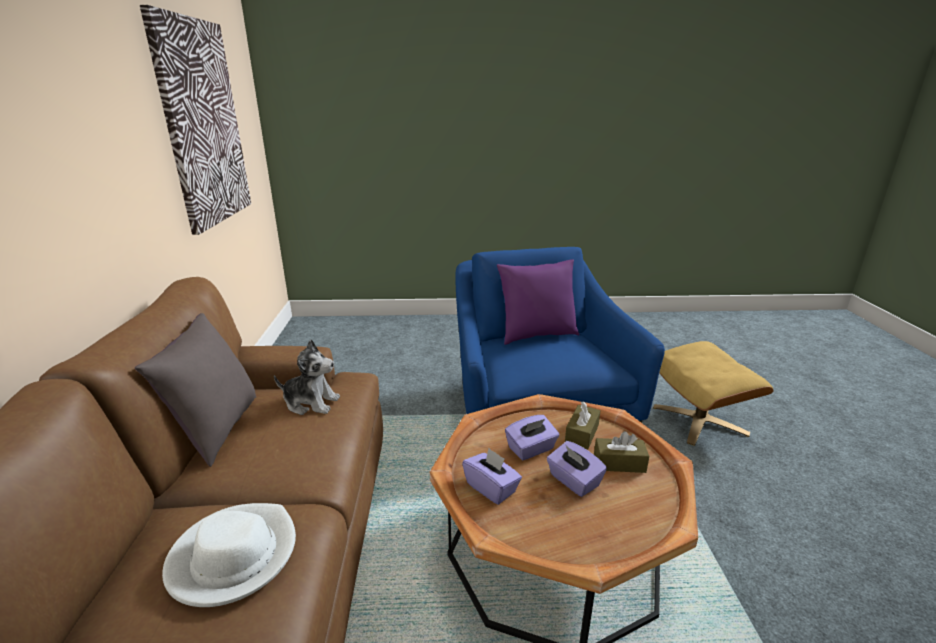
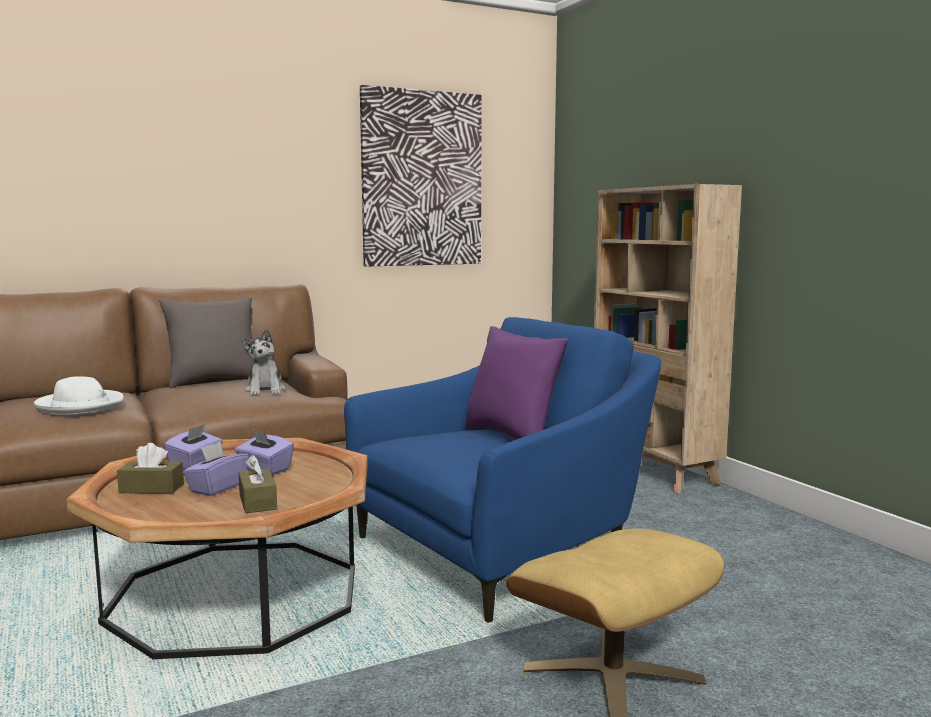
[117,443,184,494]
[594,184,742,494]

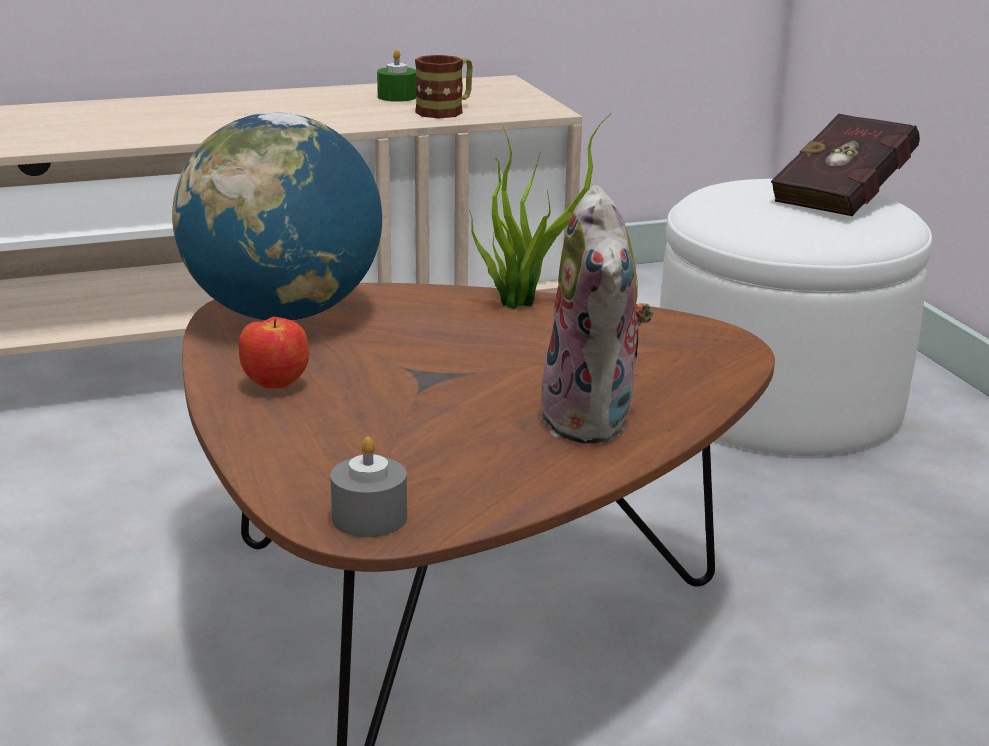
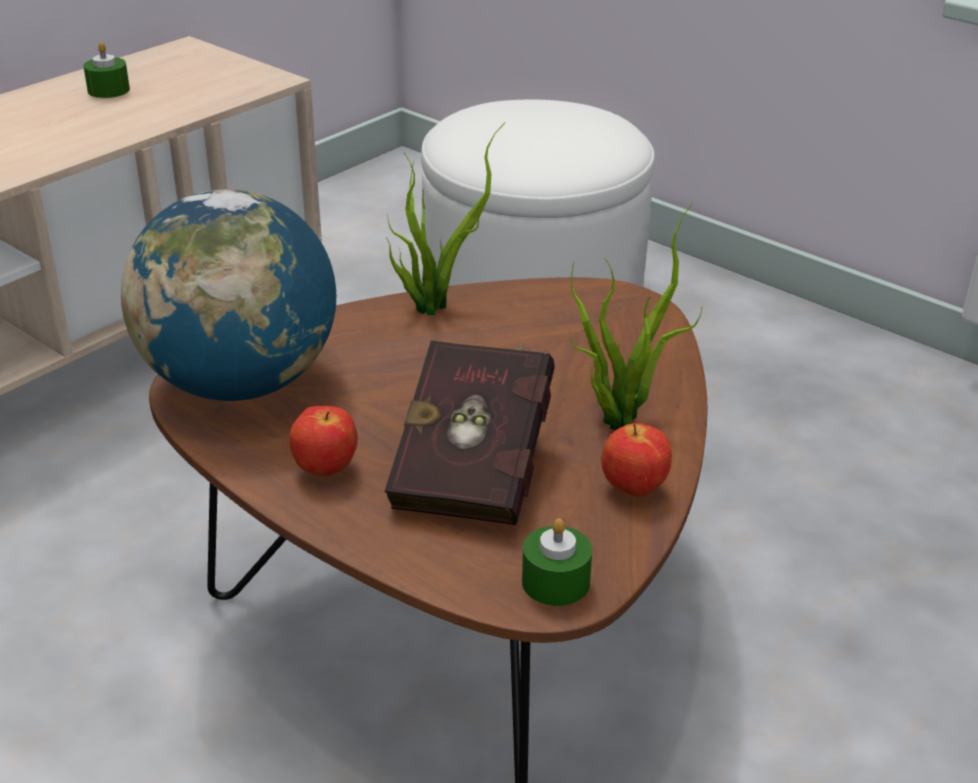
[415,55,473,119] (first image)
[385,340,555,525]
[569,203,703,430]
[522,518,592,606]
[601,423,672,497]

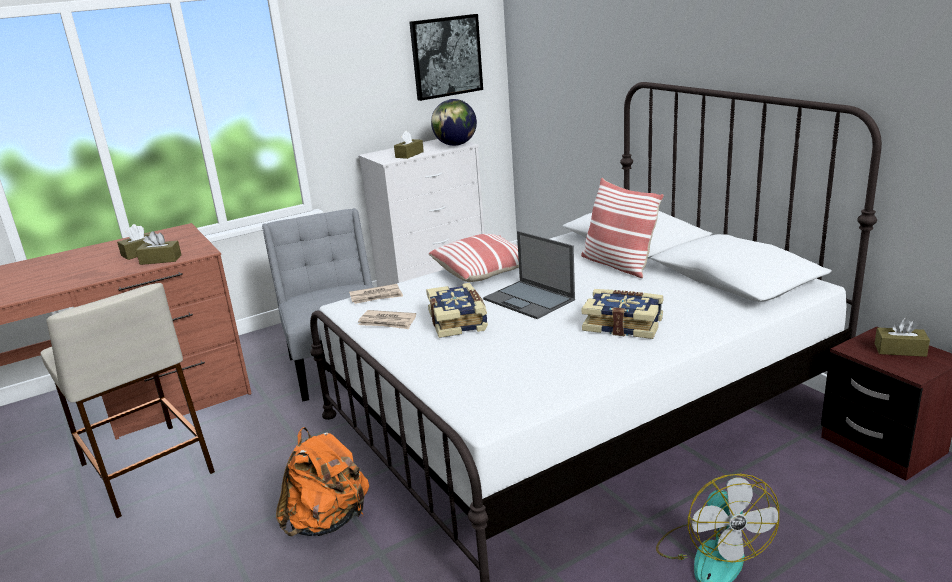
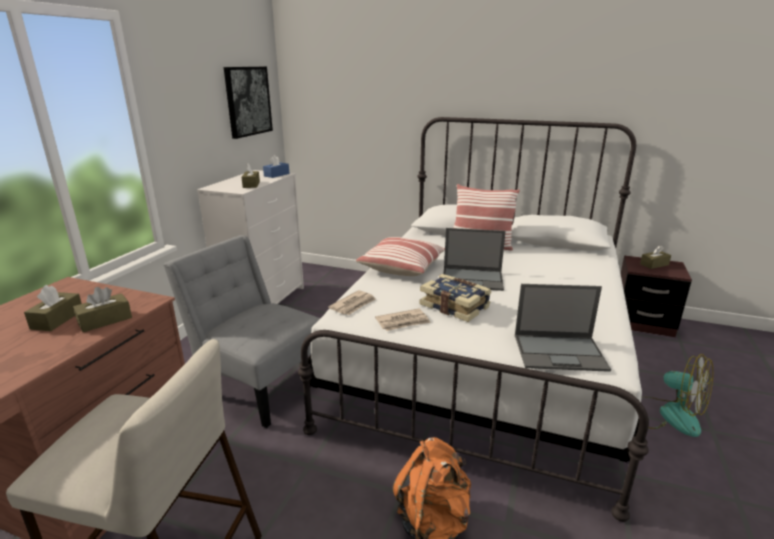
[263,155,290,178]
[582,289,664,339] (first image)
[515,284,611,372]

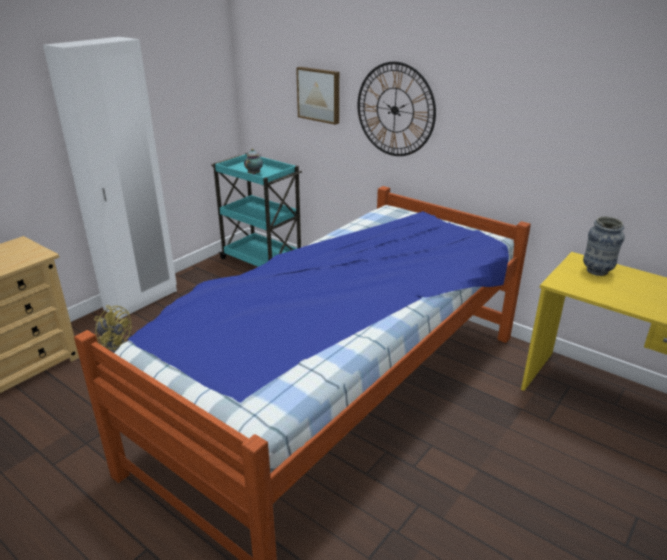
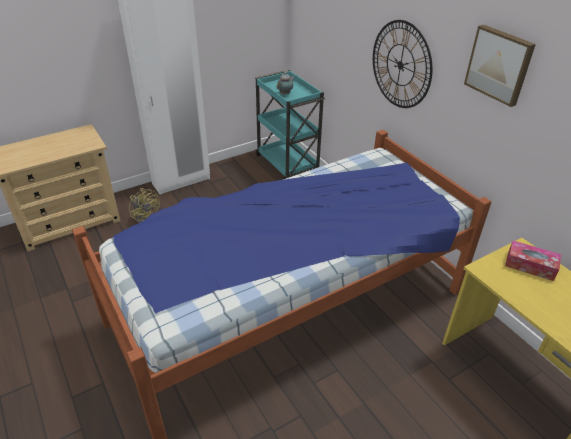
[464,25,536,107]
[505,241,561,281]

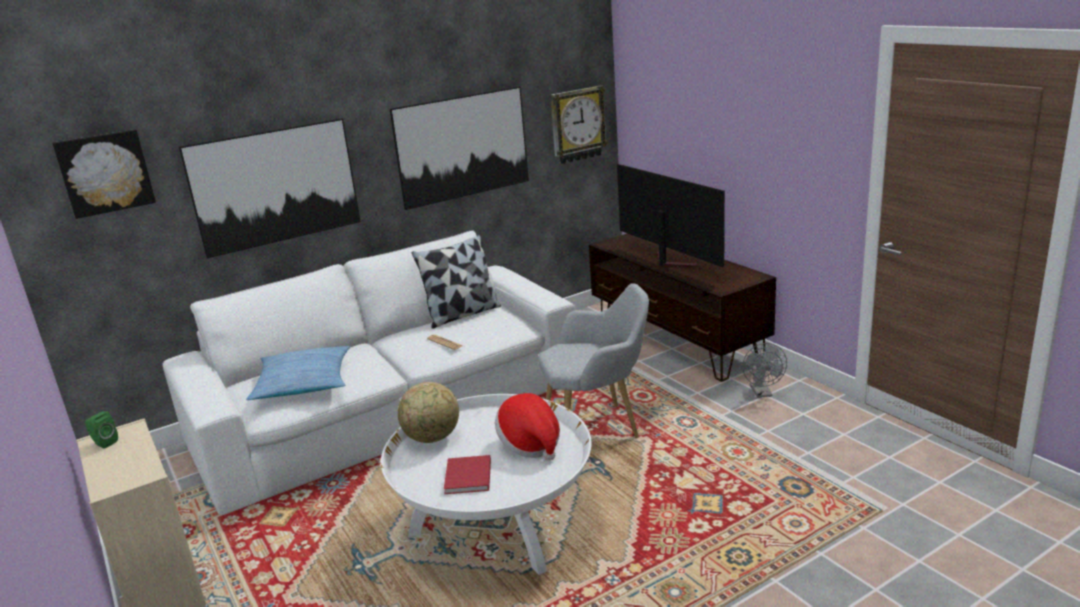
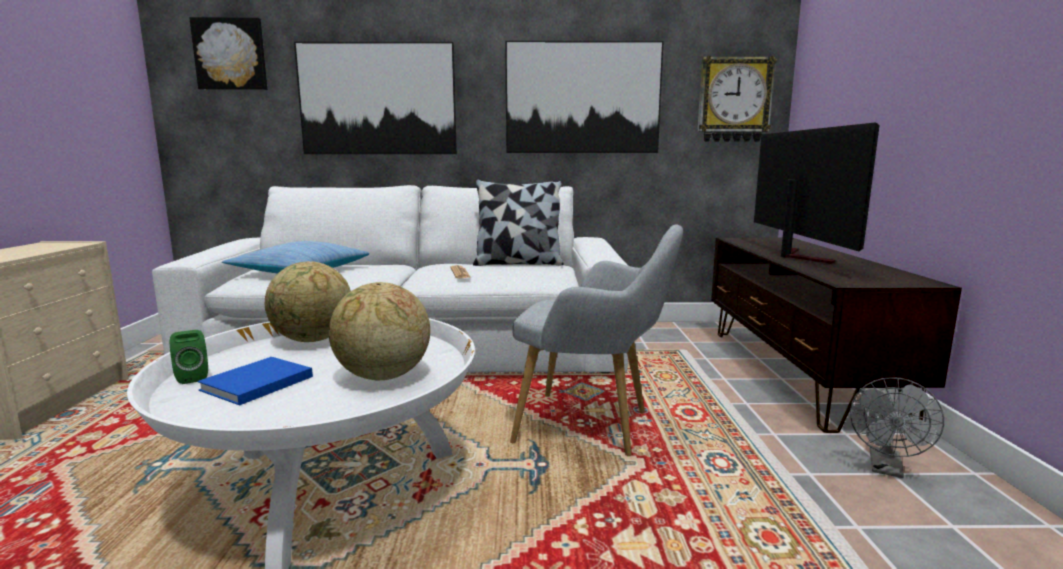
[329,282,430,380]
[170,330,208,384]
[197,357,313,405]

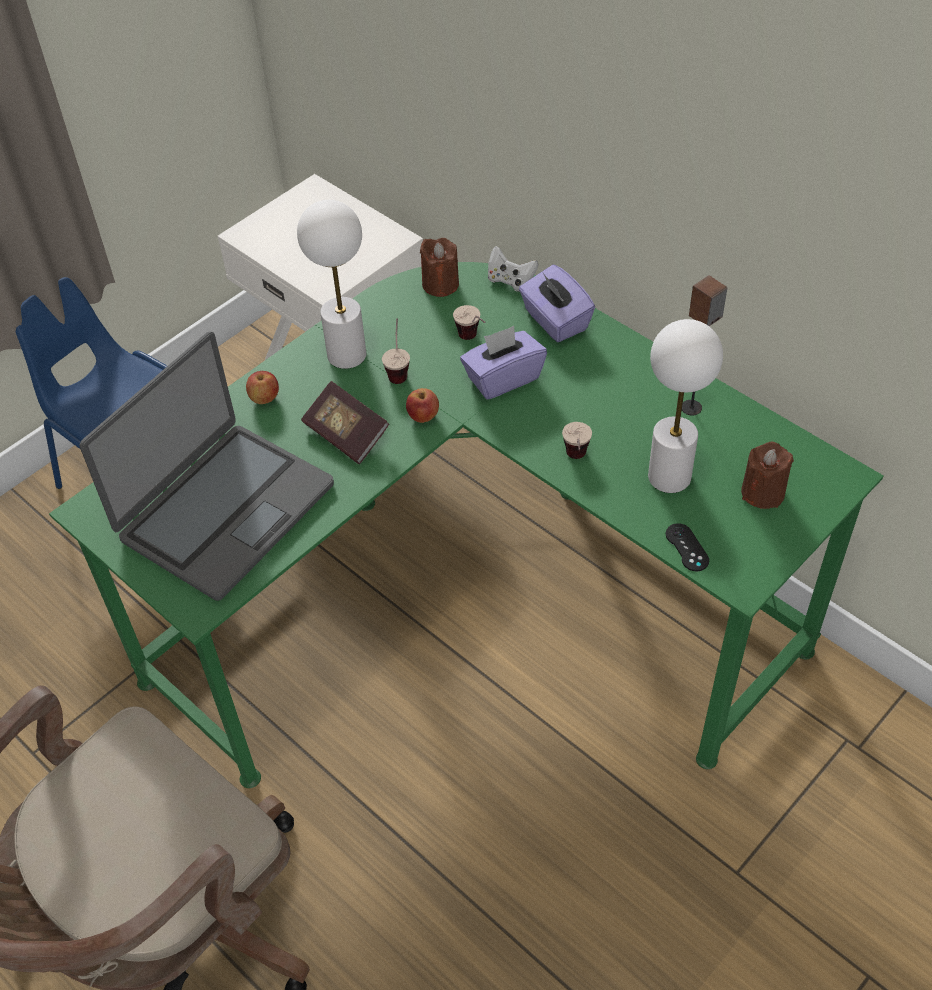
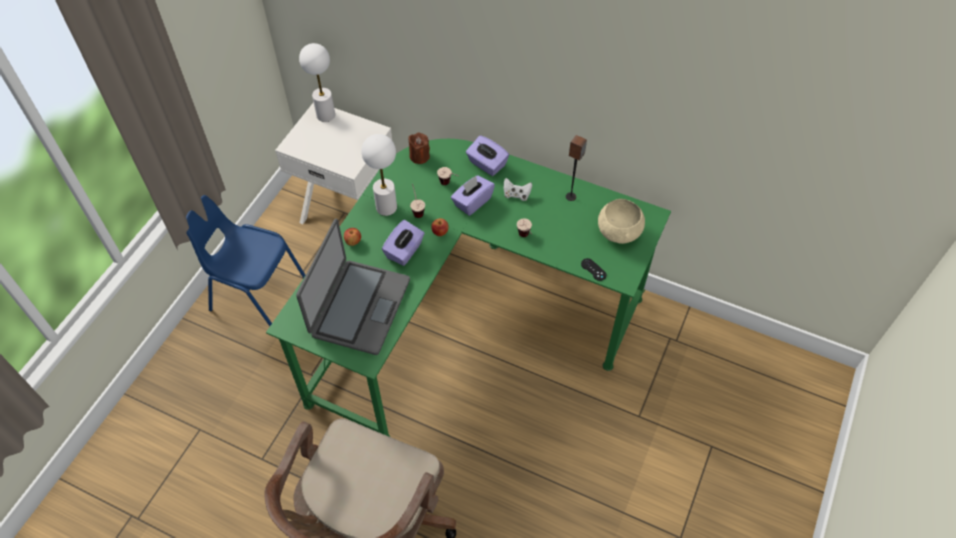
[504,178,532,201]
[299,43,335,122]
[382,220,425,266]
[598,199,645,244]

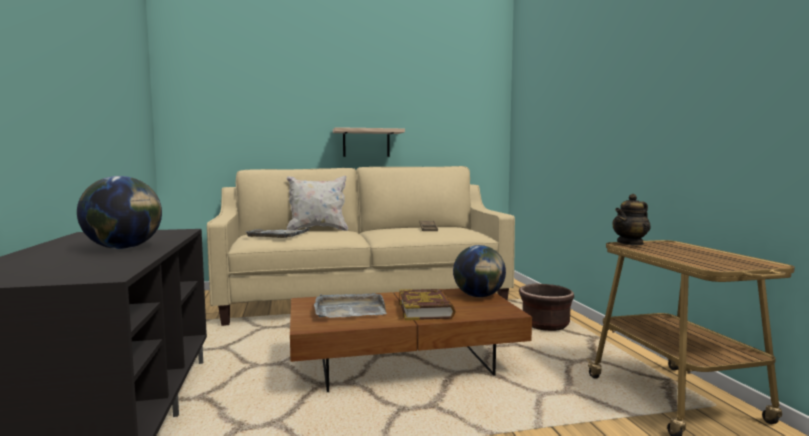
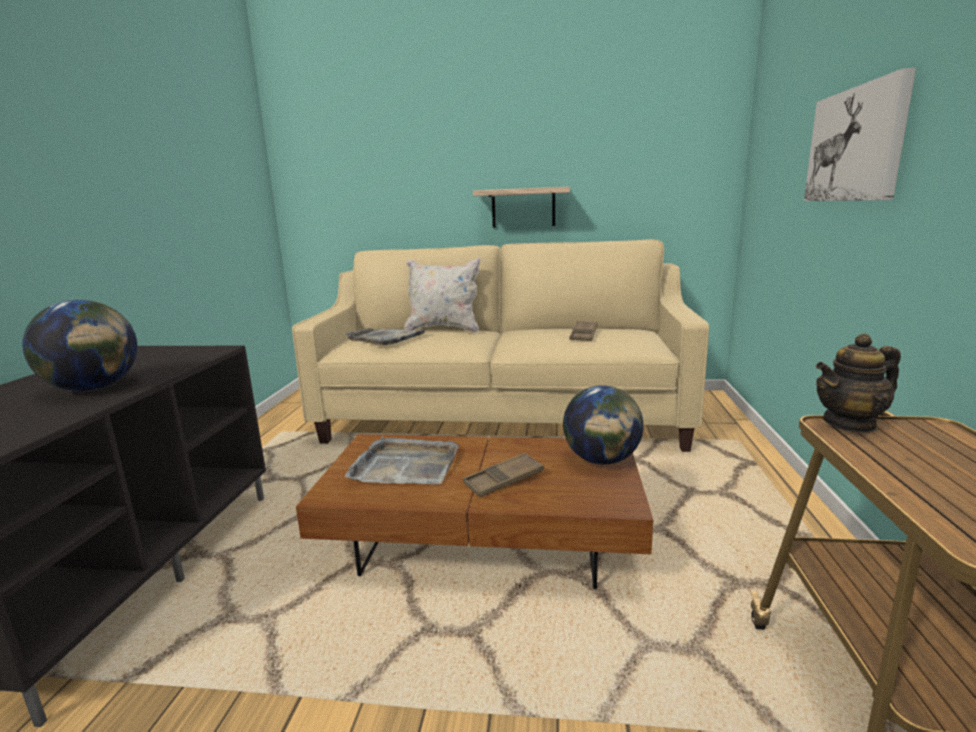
[519,284,574,331] (first image)
[463,453,544,497]
[804,68,916,201]

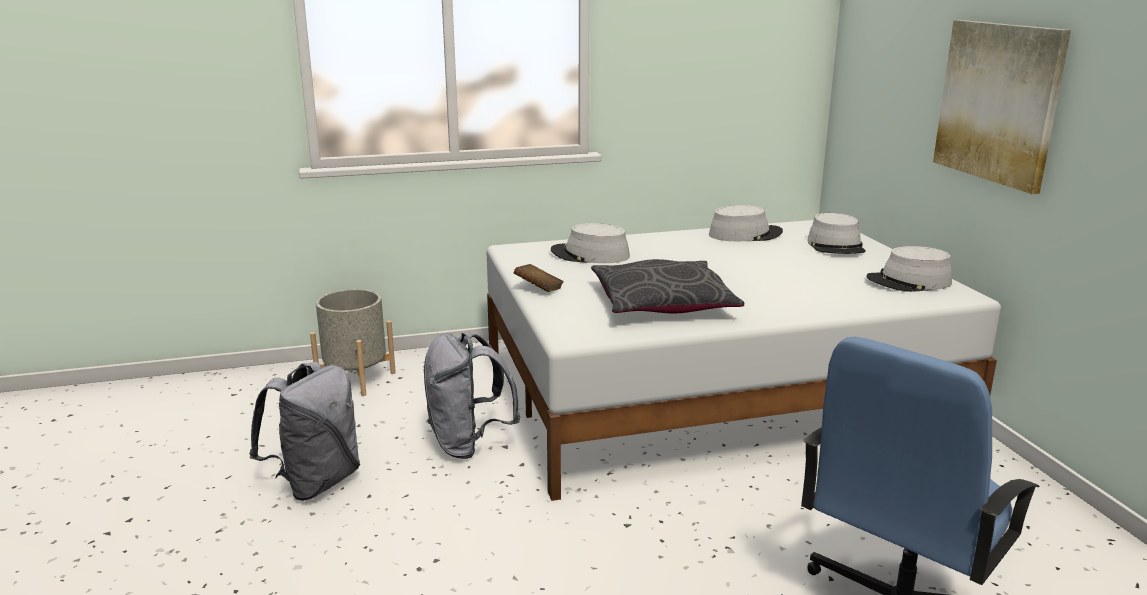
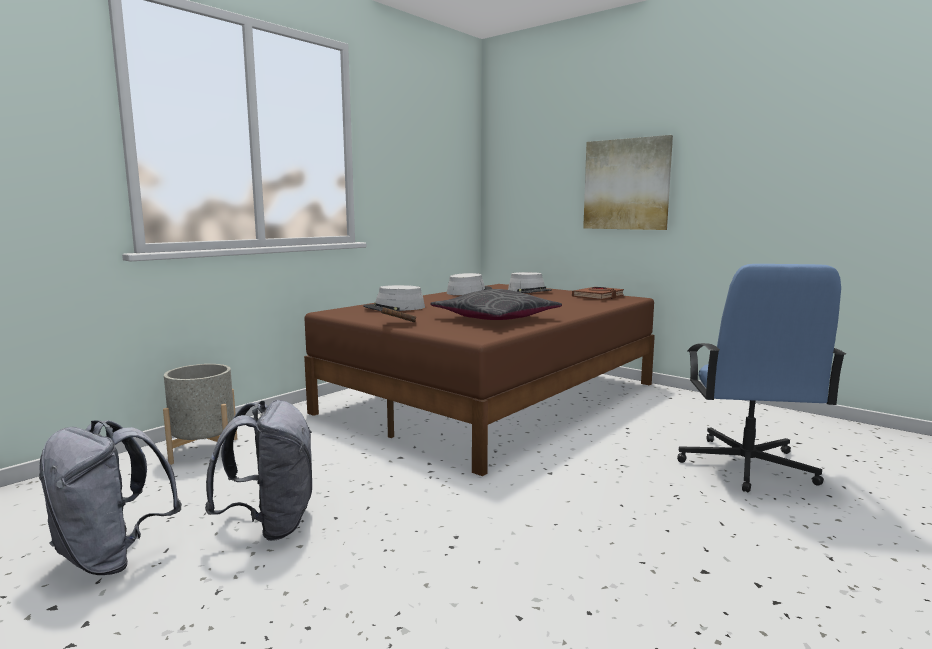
[304,284,655,476]
[572,287,624,300]
[39,420,182,575]

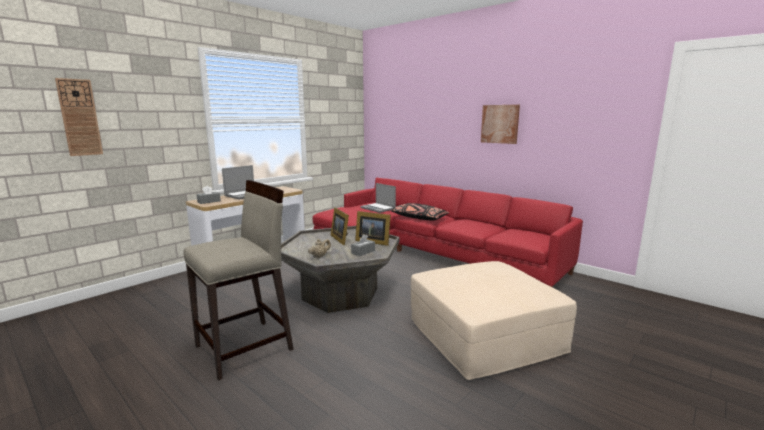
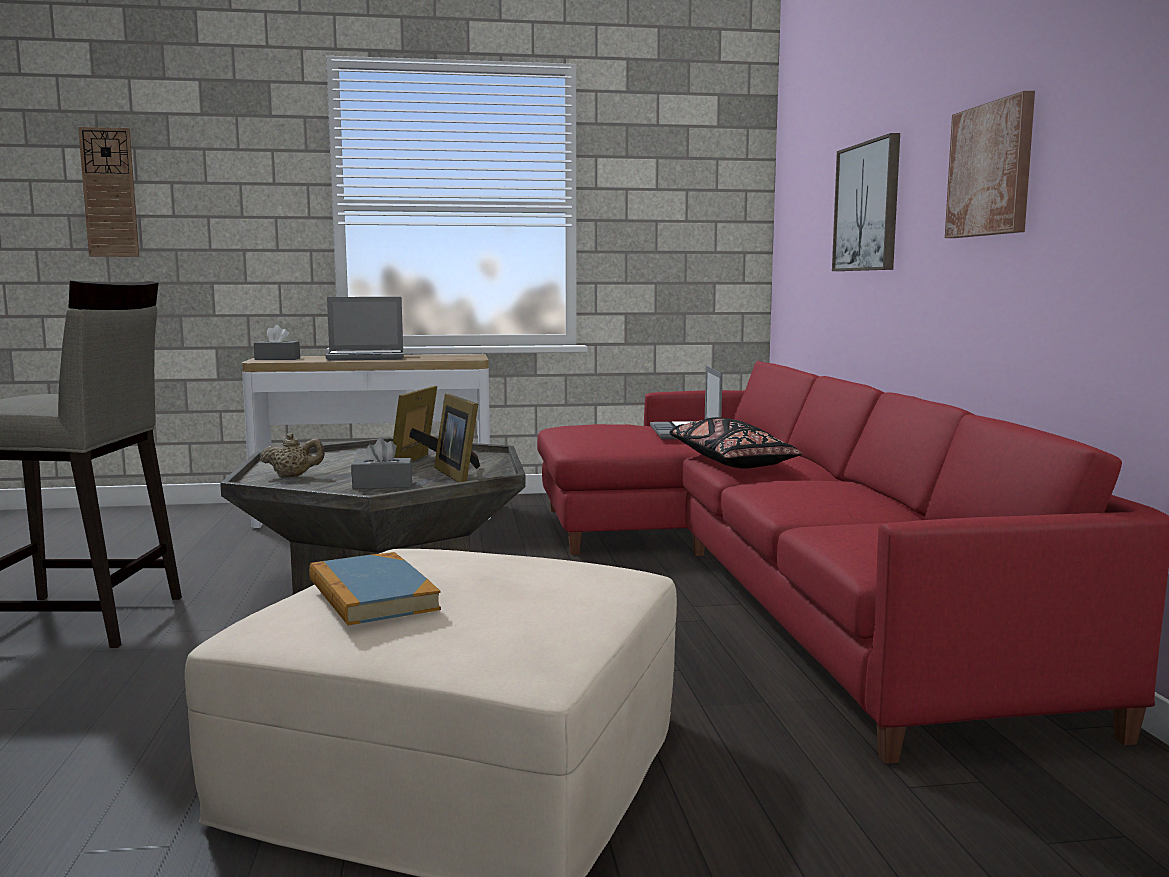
[832,133,900,271]
[309,552,441,625]

